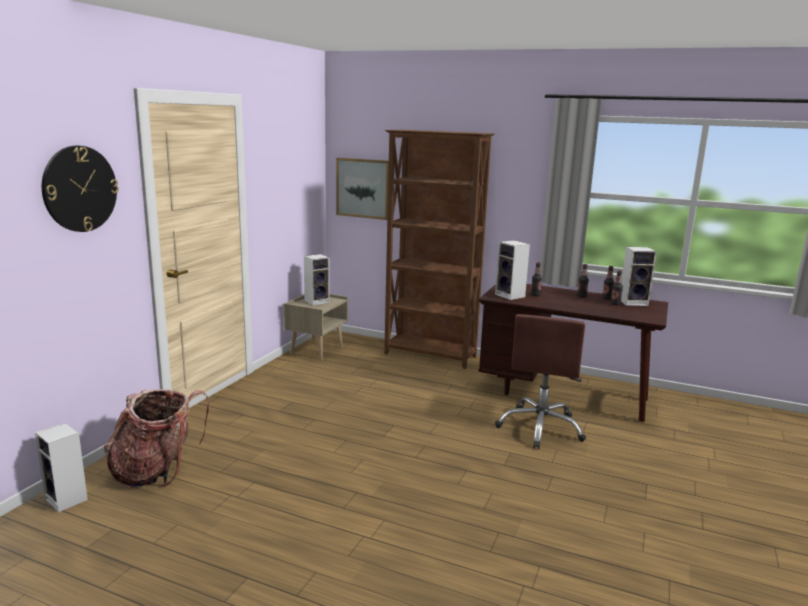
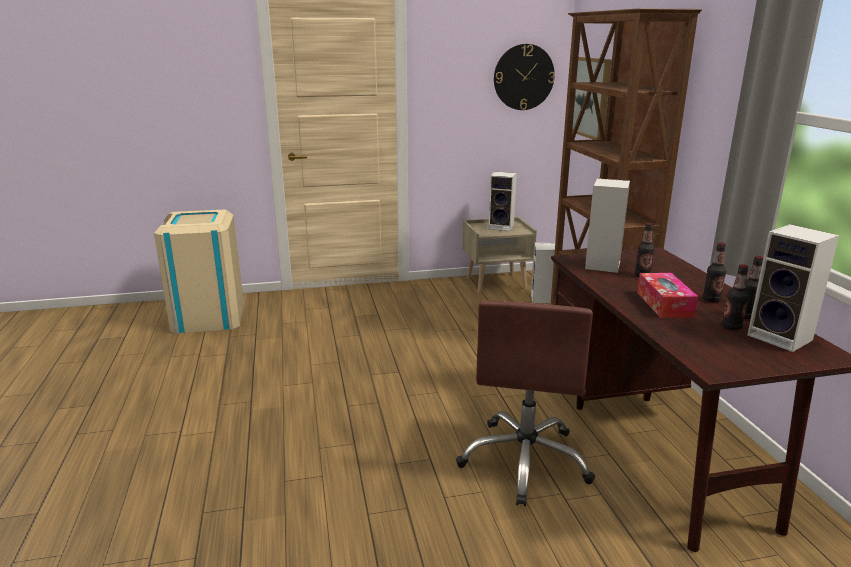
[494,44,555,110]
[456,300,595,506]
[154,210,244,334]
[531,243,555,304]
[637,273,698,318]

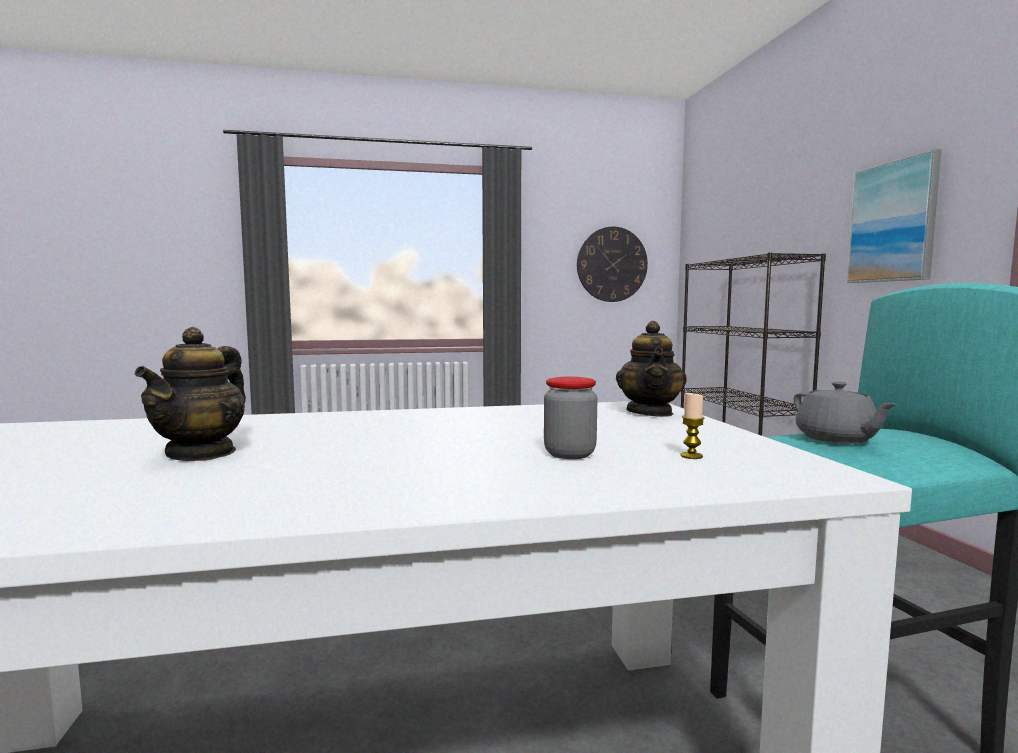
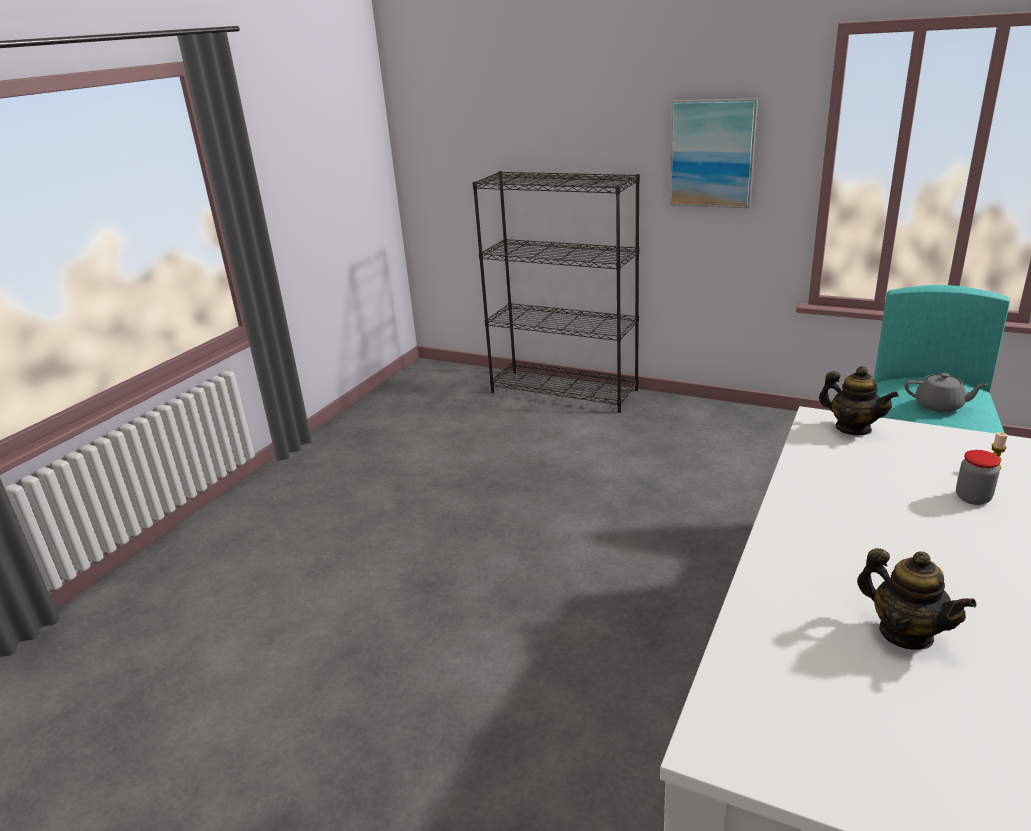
[577,227,648,302] (first image)

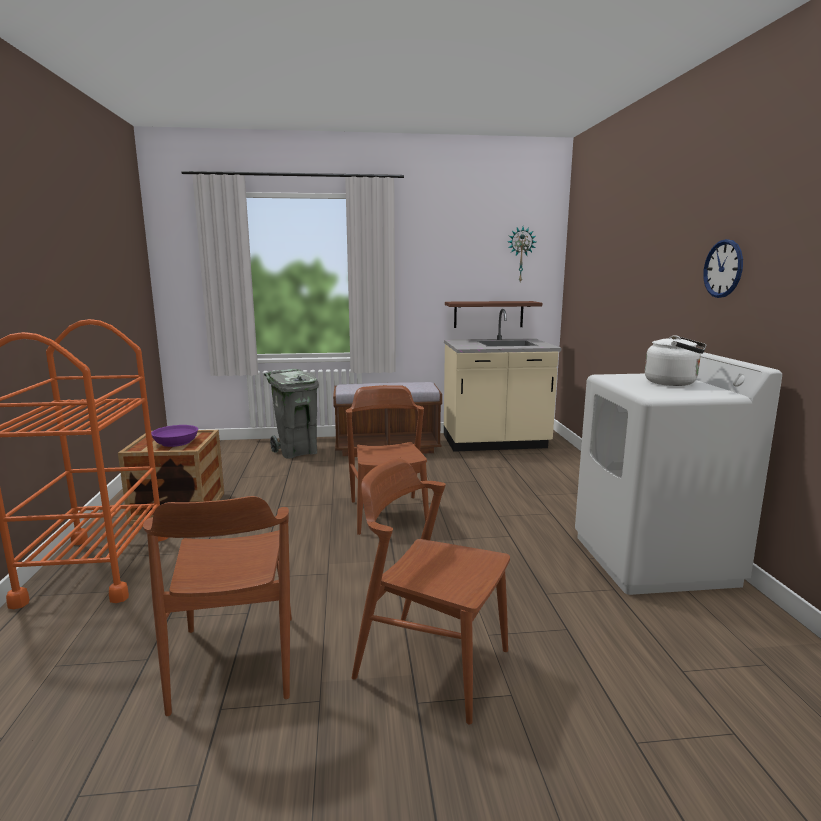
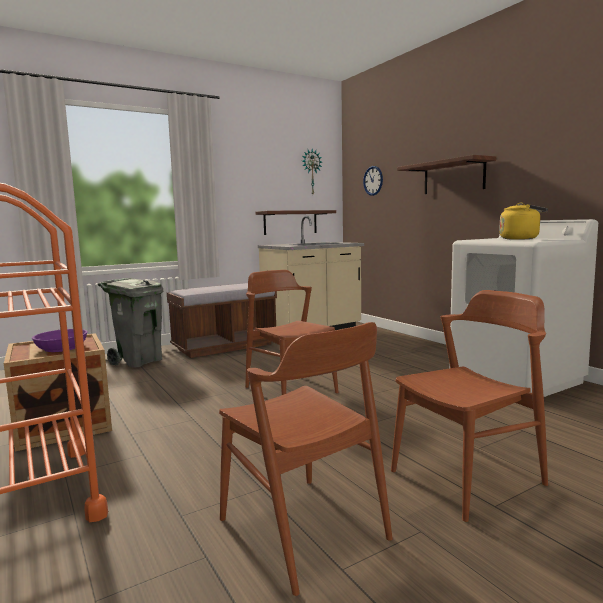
[363,166,383,196]
[499,203,548,240]
[391,290,548,522]
[397,155,496,194]

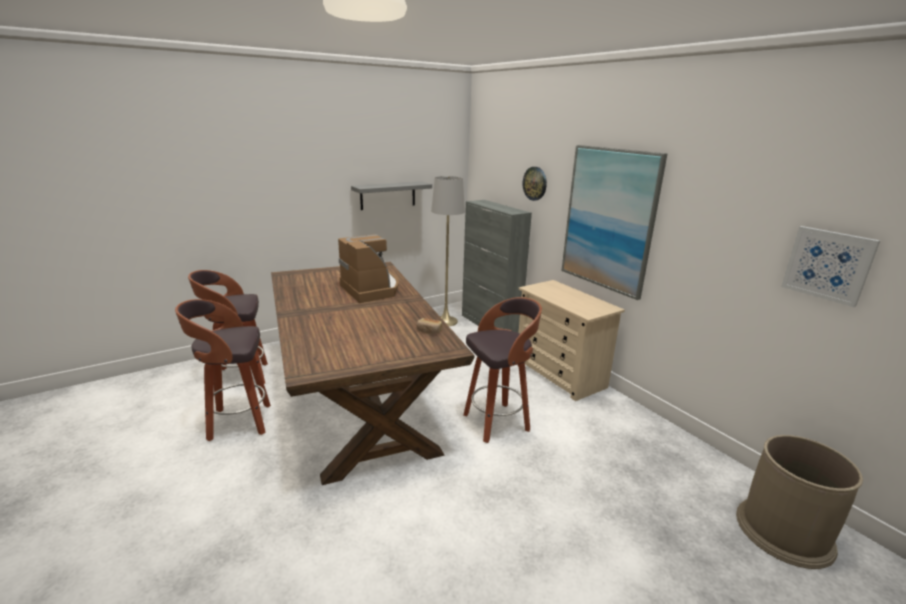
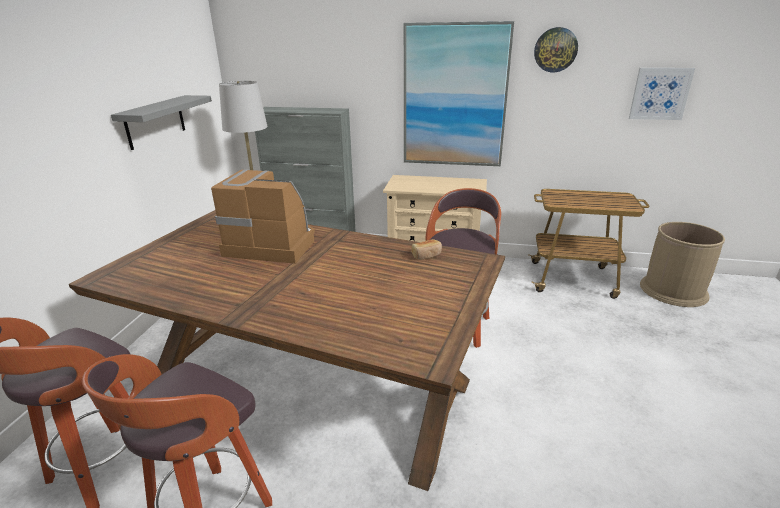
[534,27,578,72]
[528,189,649,299]

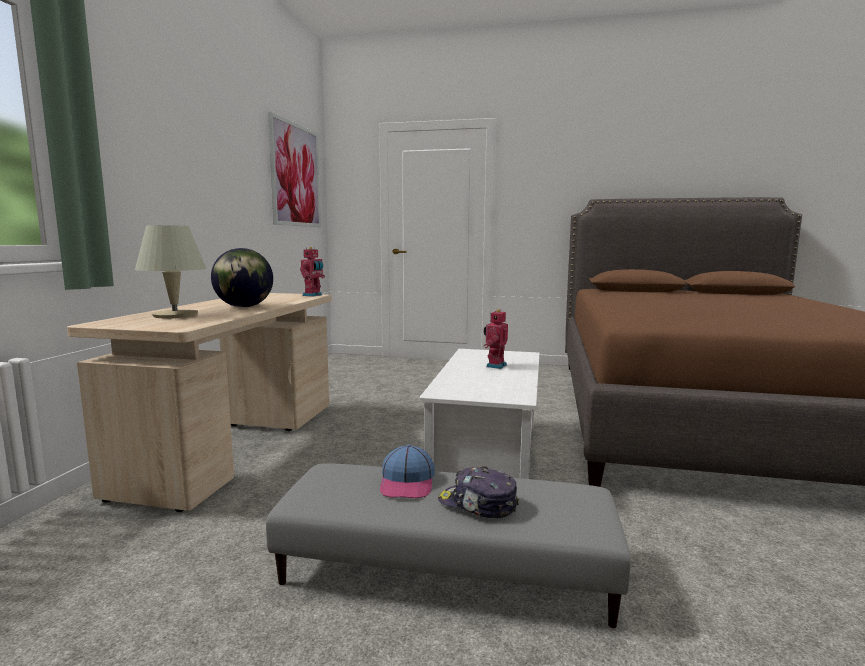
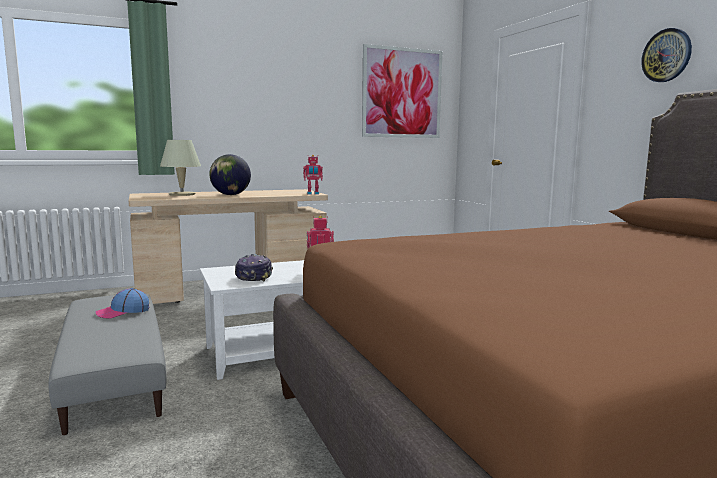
[235,254,273,281]
[641,28,692,82]

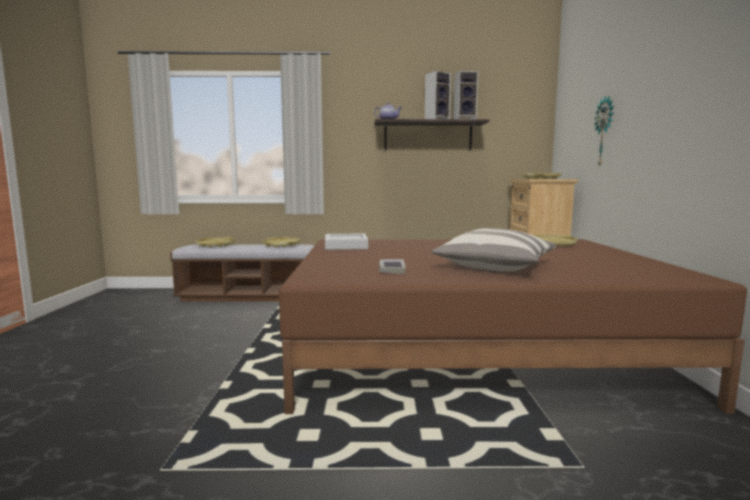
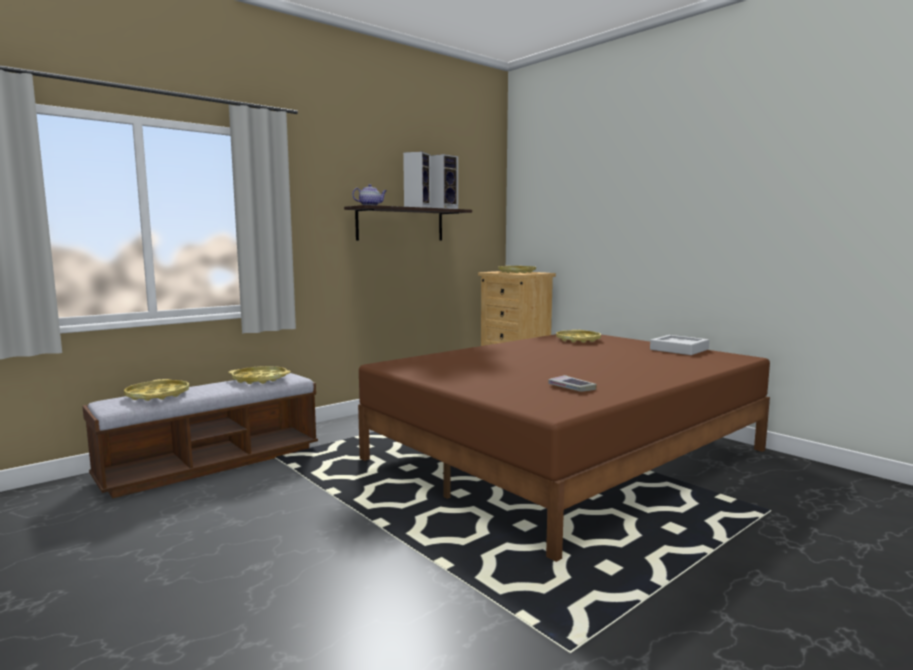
[594,96,614,168] (first image)
[431,228,556,272] (first image)
[650,335,709,355]

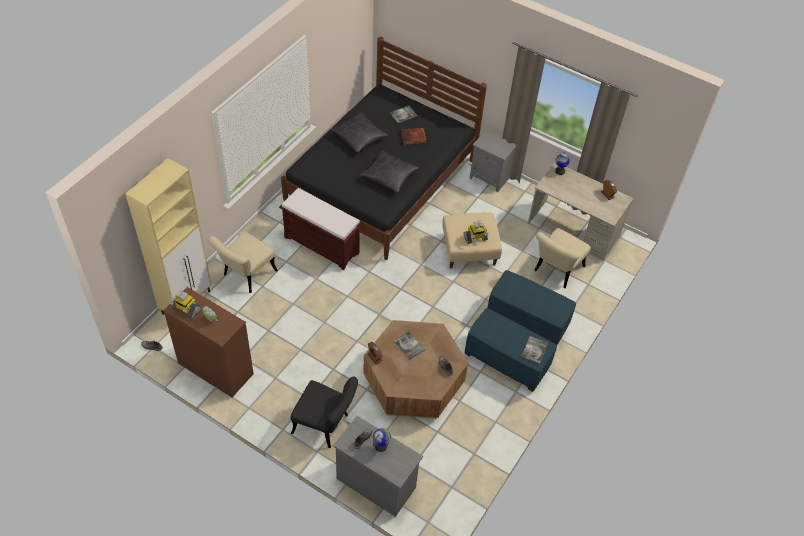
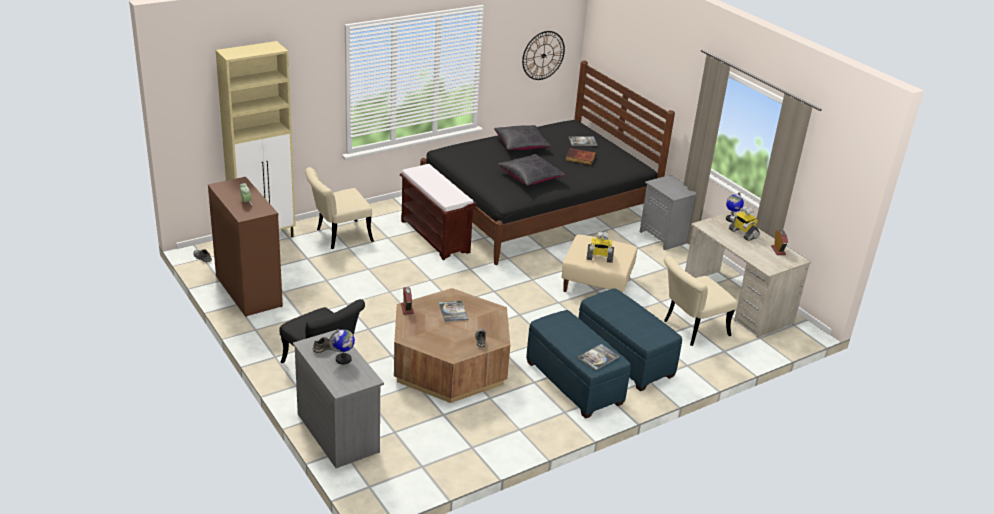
[729,206,760,241]
[522,31,565,80]

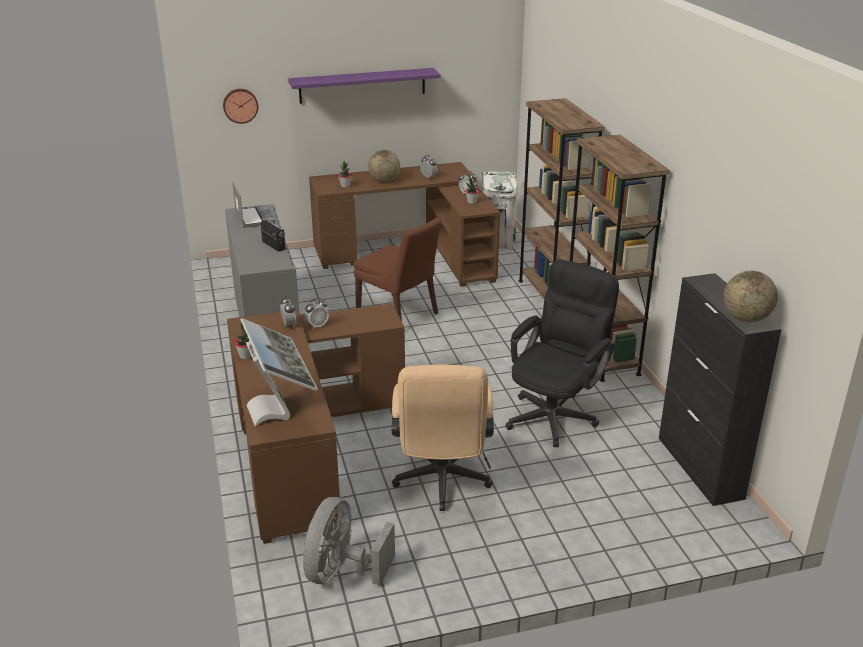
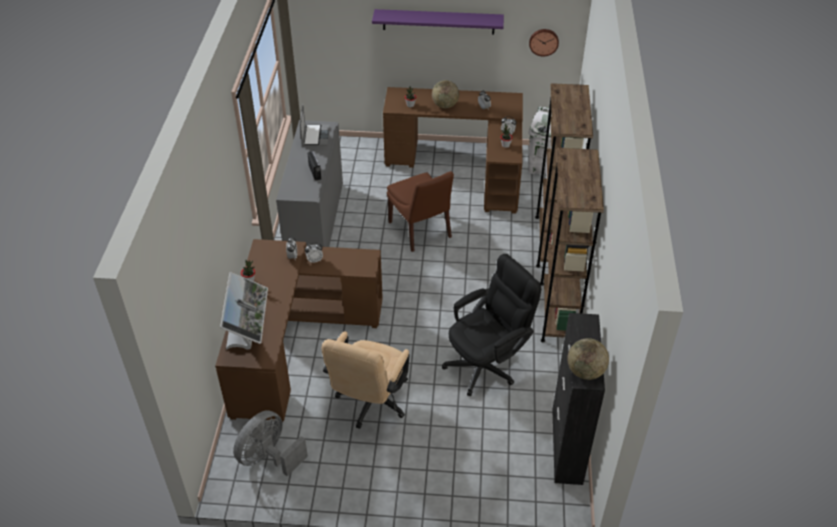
[529,29,559,57]

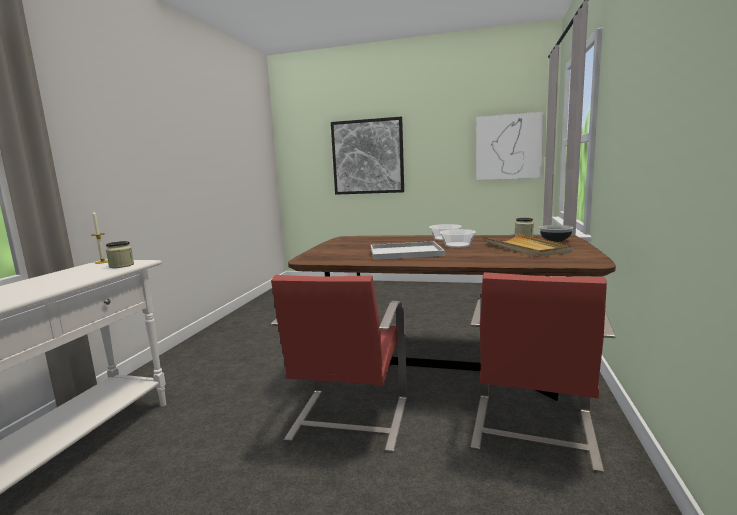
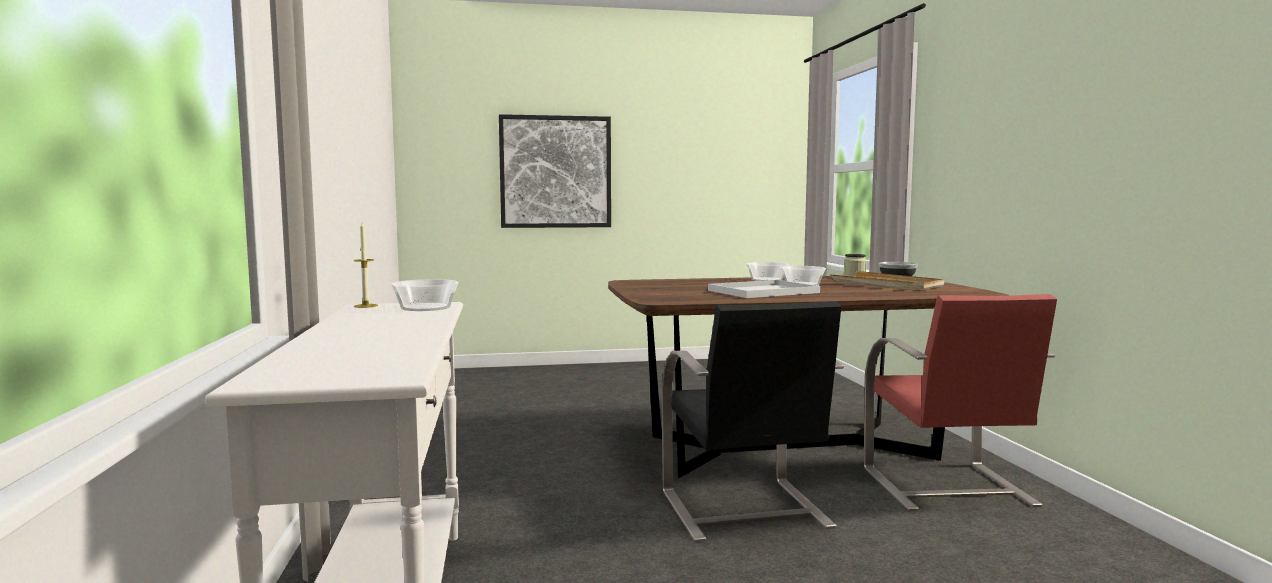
[476,112,544,180] (first image)
[391,279,459,311]
[662,301,844,542]

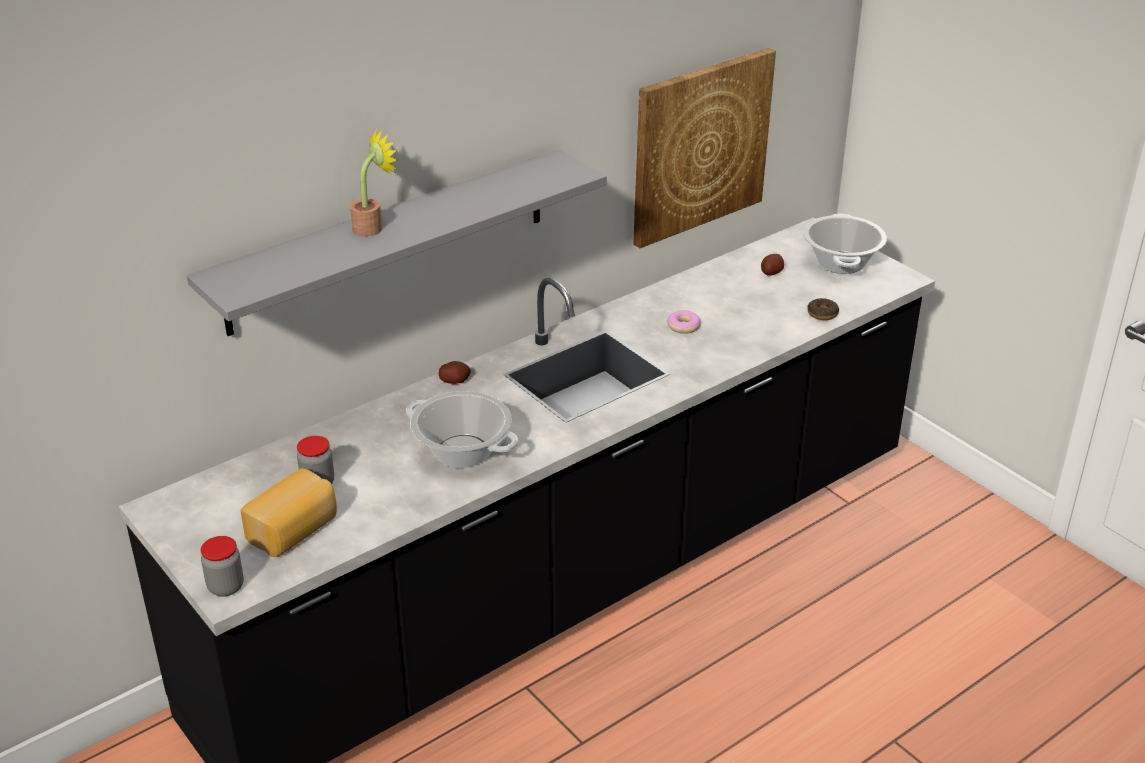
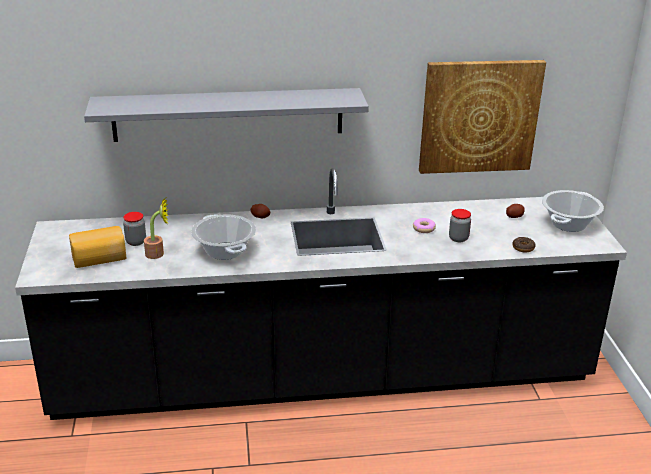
[144,198,169,259]
[449,209,471,242]

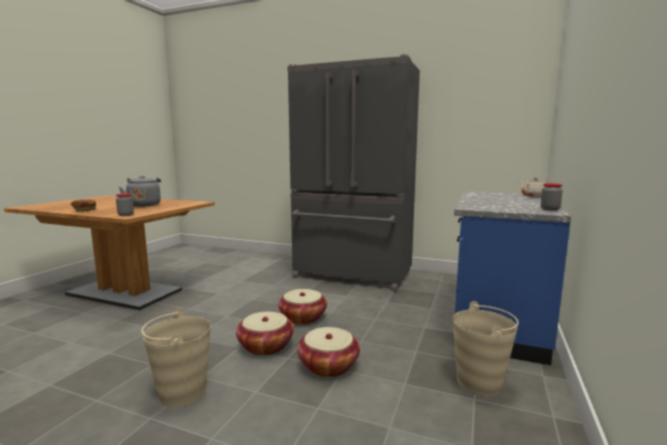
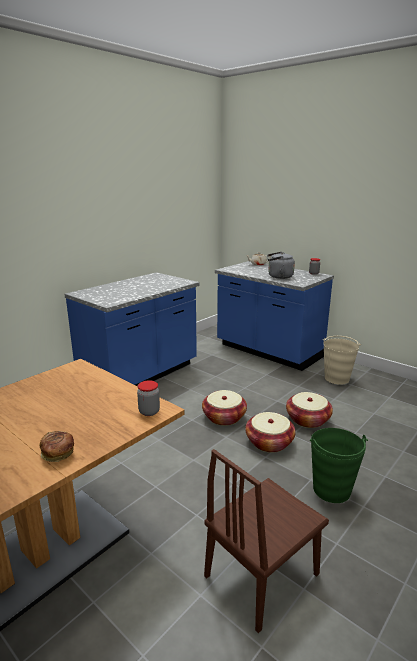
[65,272,199,386]
[267,252,295,279]
[310,428,368,503]
[204,449,329,633]

